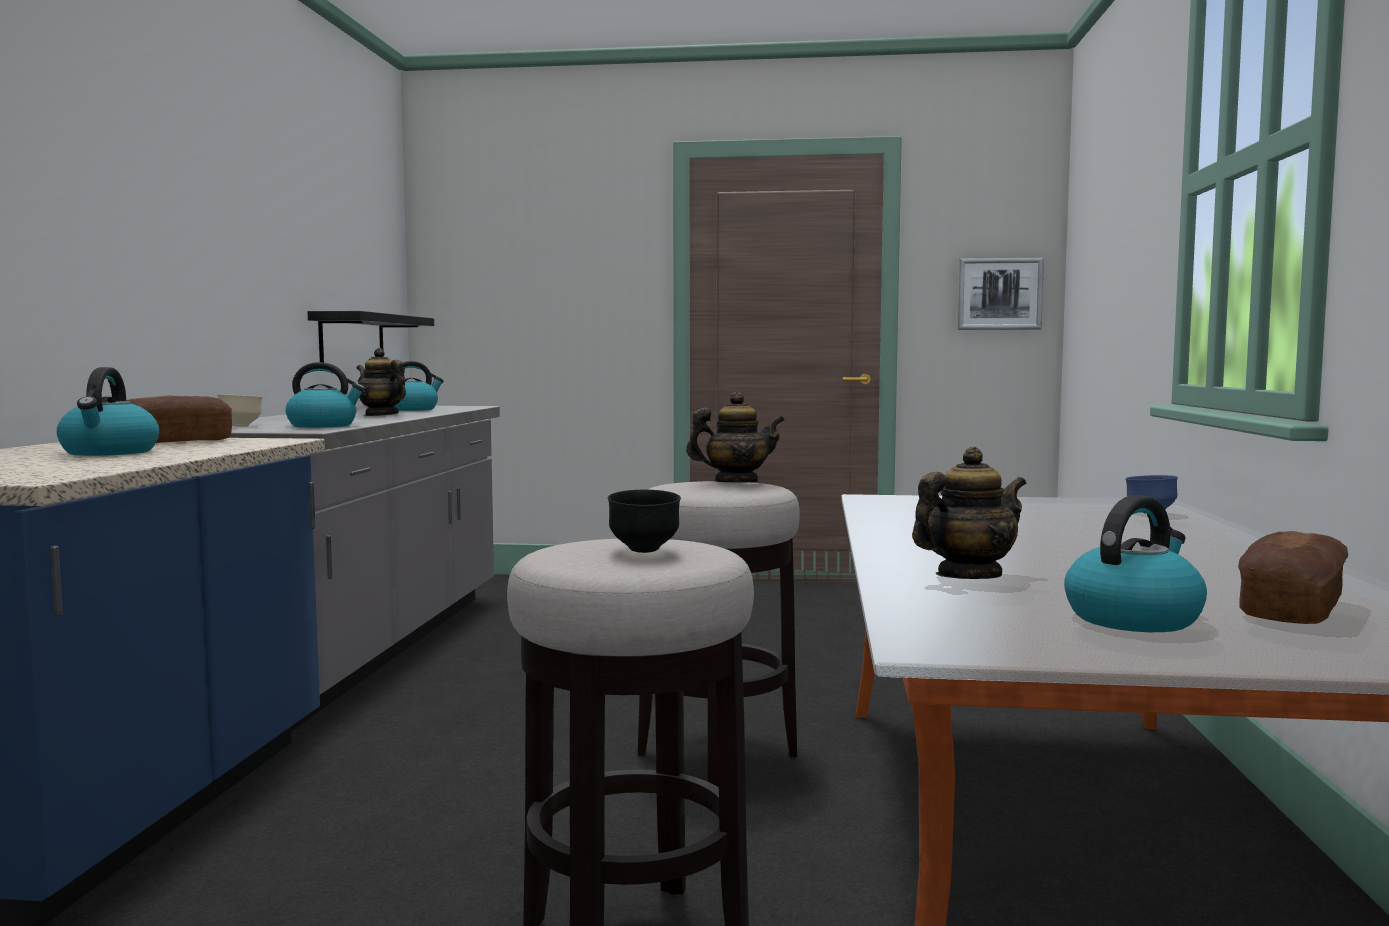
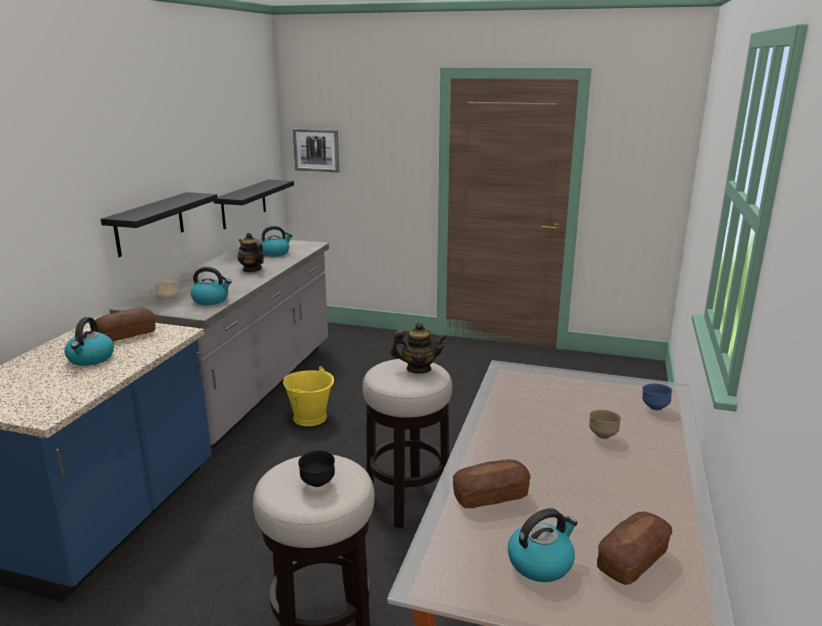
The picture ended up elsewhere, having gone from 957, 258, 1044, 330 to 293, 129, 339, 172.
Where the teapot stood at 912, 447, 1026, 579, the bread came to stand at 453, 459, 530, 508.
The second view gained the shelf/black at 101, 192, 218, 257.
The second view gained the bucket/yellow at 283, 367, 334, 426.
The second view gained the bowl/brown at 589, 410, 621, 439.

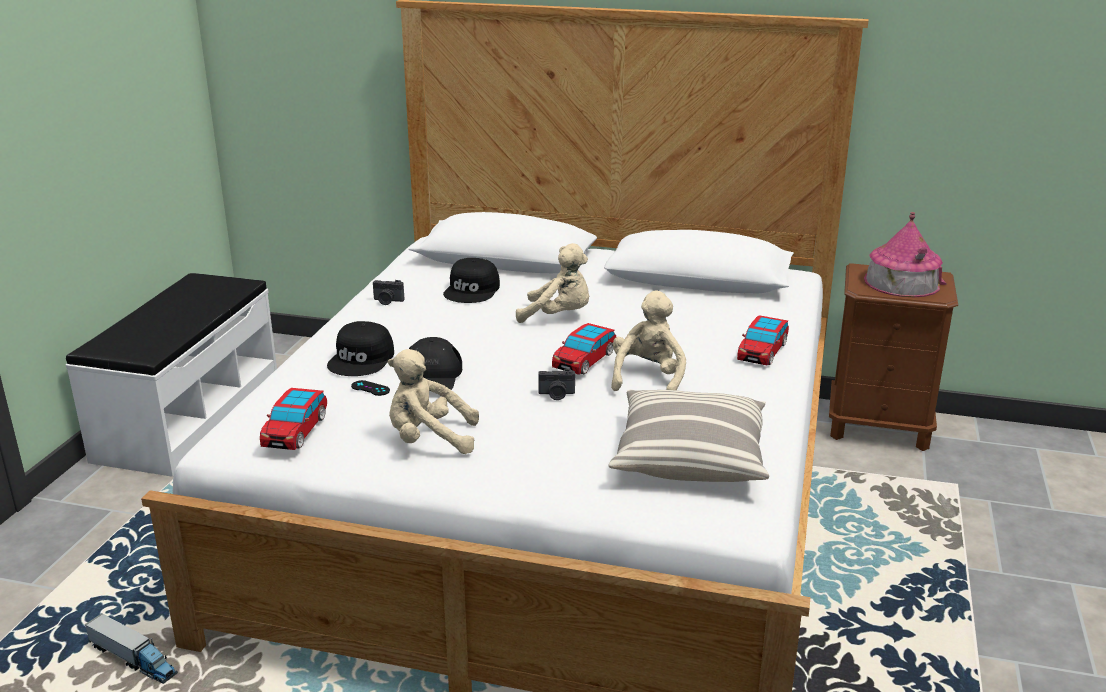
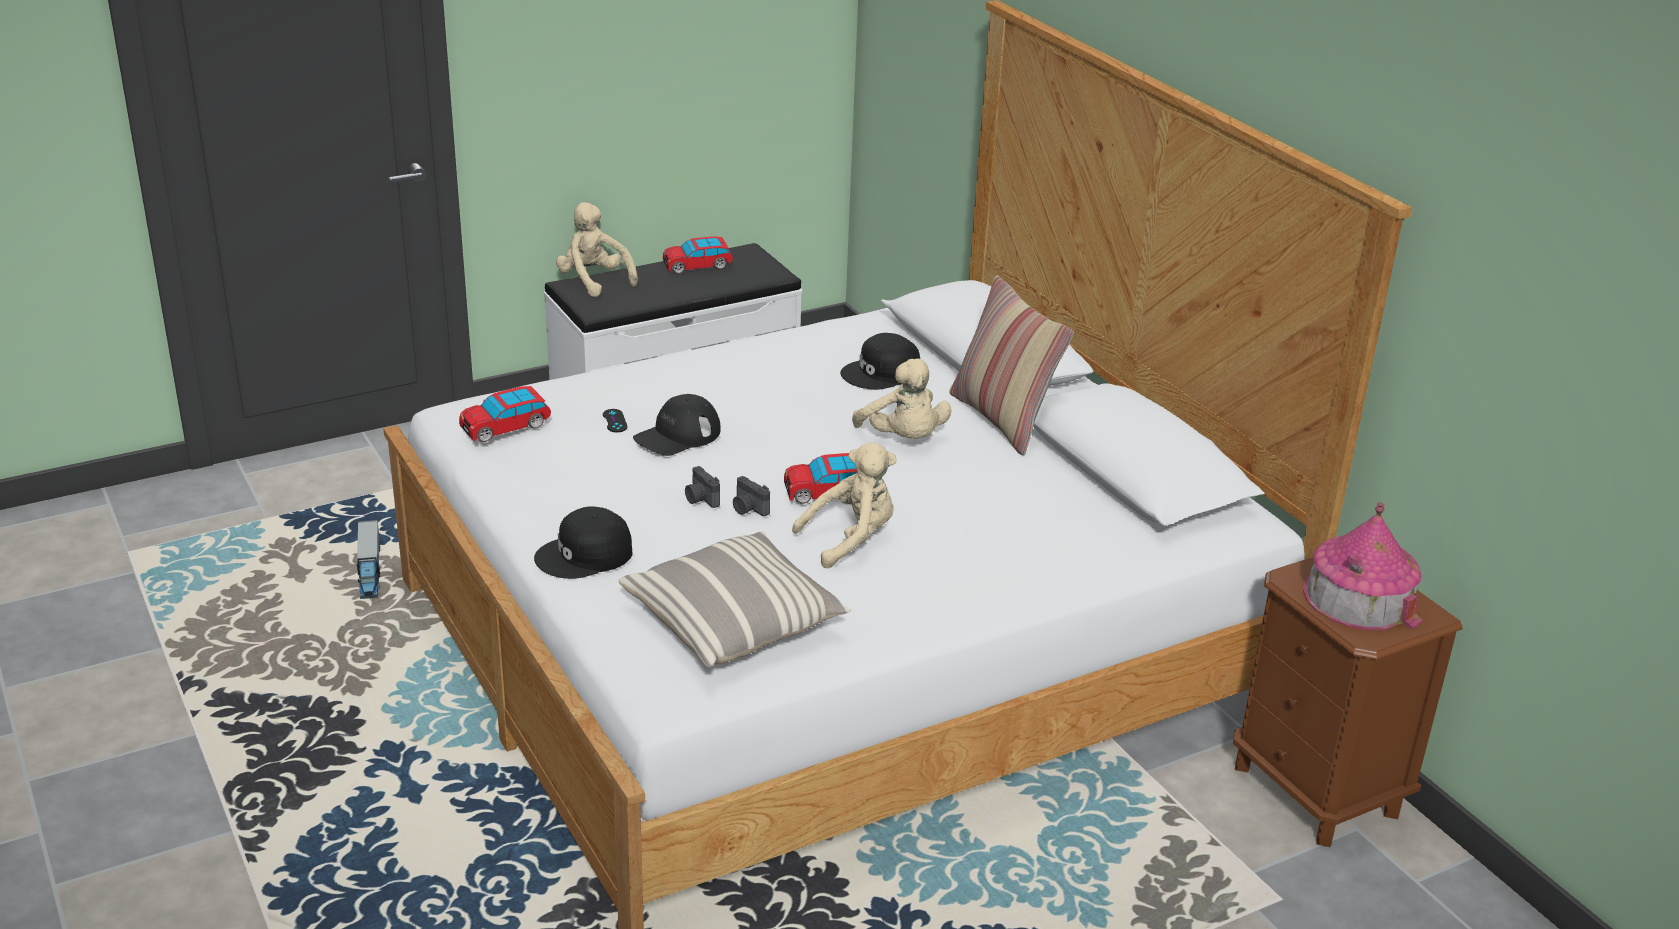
The photo camera ended up elsewhere, having gone from 373, 280, 404, 305 to 685, 466, 720, 508.
The toy car ended up elsewhere, having gone from 737, 315, 789, 366 to 663, 236, 733, 274.
The cap/black ended up elsewhere, having gone from 327, 321, 394, 376 to 534, 506, 632, 579.
The plush toy/beige ended up elsewhere, having gone from 388, 349, 479, 454 to 556, 202, 638, 297.
The second view gained the pillow at 949, 275, 1074, 455.

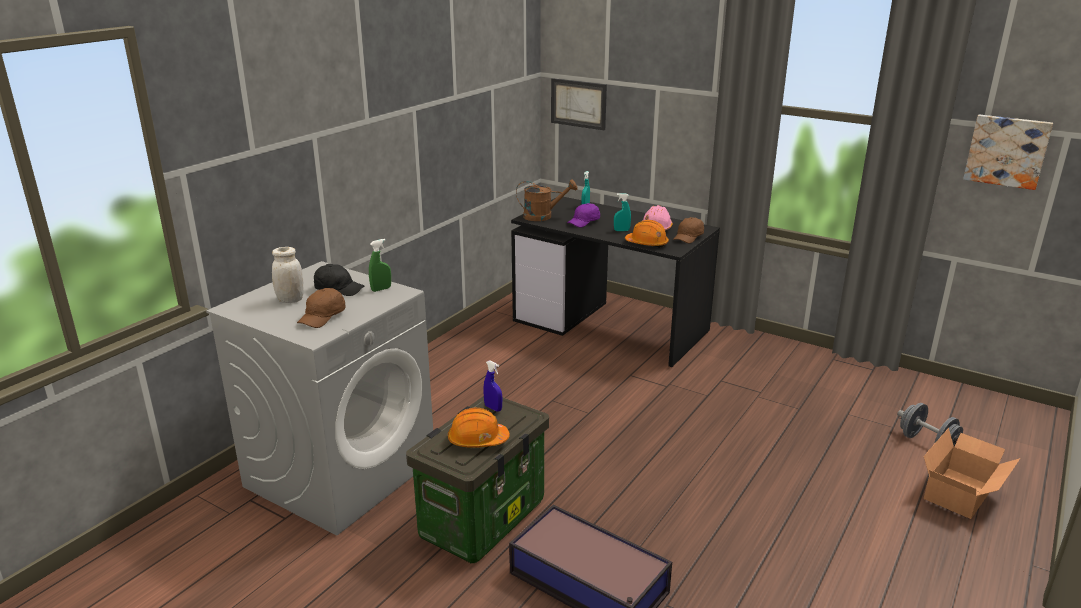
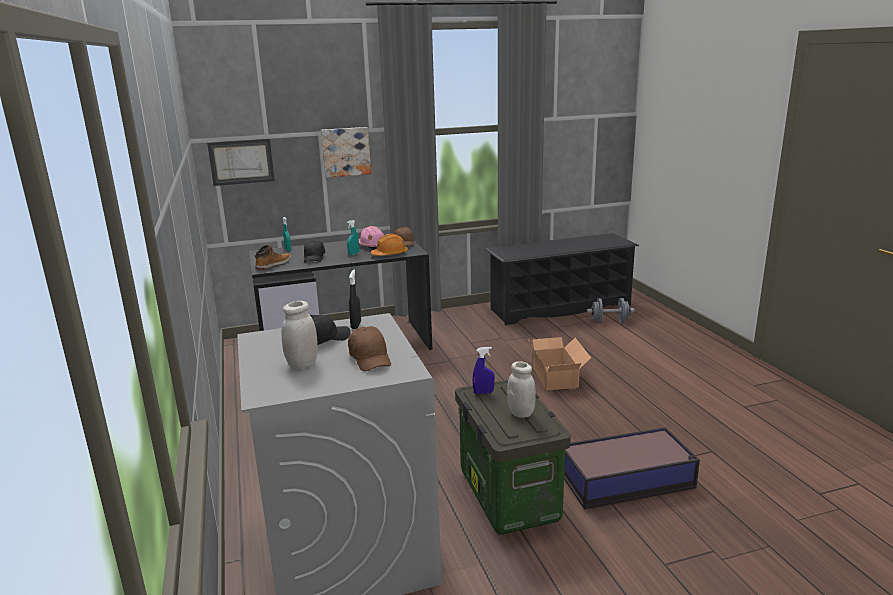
The picture ended up elsewhere, having gone from 963, 115, 1053, 190 to 321, 127, 371, 178.
Where the watering can/brown stood at 516, 180, 578, 221, the boot came to stand at 254, 245, 291, 270.
What was the cap/purple at 567, 203, 600, 228 turned into the cap/black at 304, 240, 325, 262.
What was the spray bottle/green at 369, 239, 391, 292 turned into the spray bottle/black at 349, 270, 361, 329.
Where the hard hat/orange stood at 448, 408, 510, 448, the jar/white came to stand at 507, 361, 536, 418.
The cardboard box ended up elsewhere, having gone from 923, 428, 1020, 519 to 529, 337, 591, 391.
The second view gained the shoe rack/black at 485, 233, 639, 325.

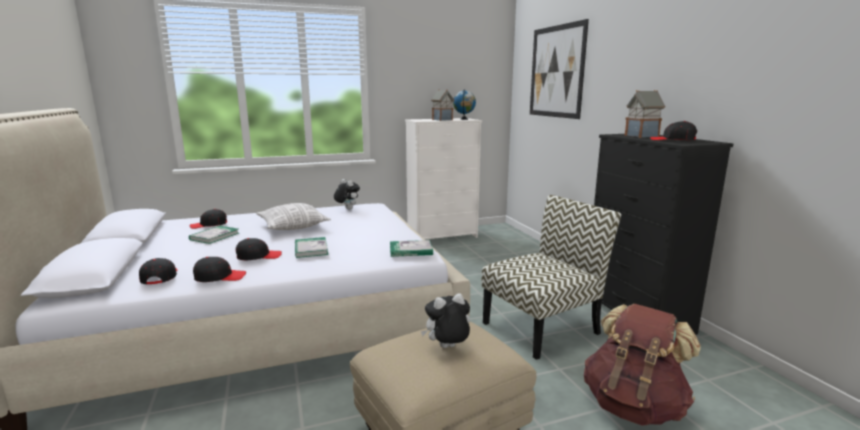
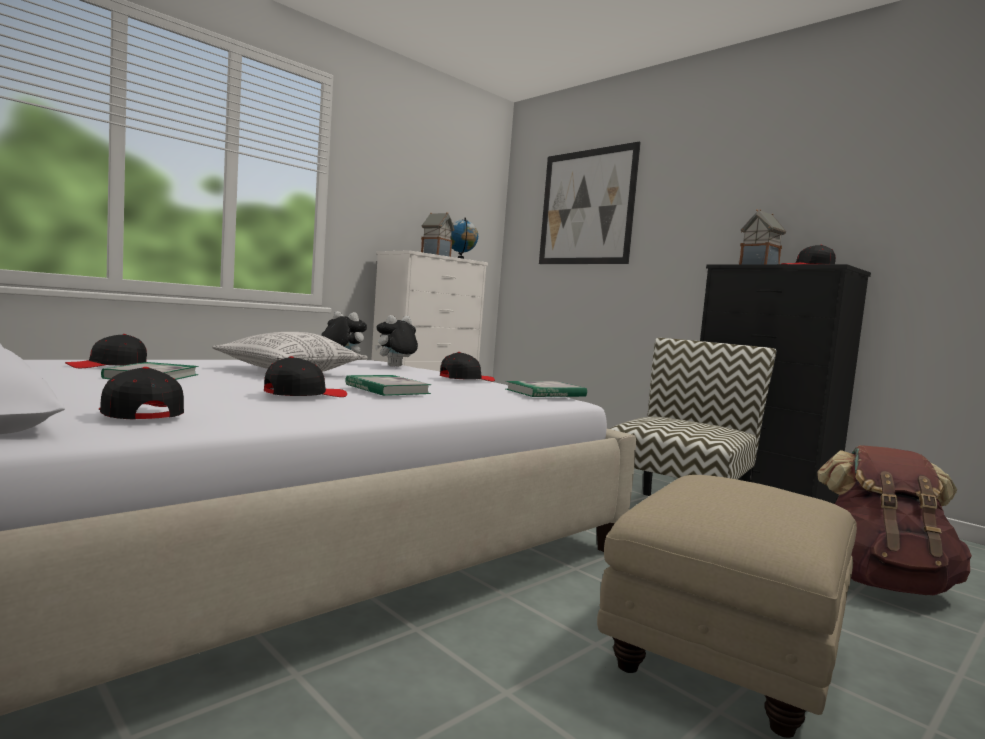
The cap/black ended up elsewhere, having gone from 193, 257, 246, 282 to 440, 352, 495, 381.
The plush toy ended up elsewhere, having gone from 421, 293, 470, 348 to 375, 315, 418, 367.

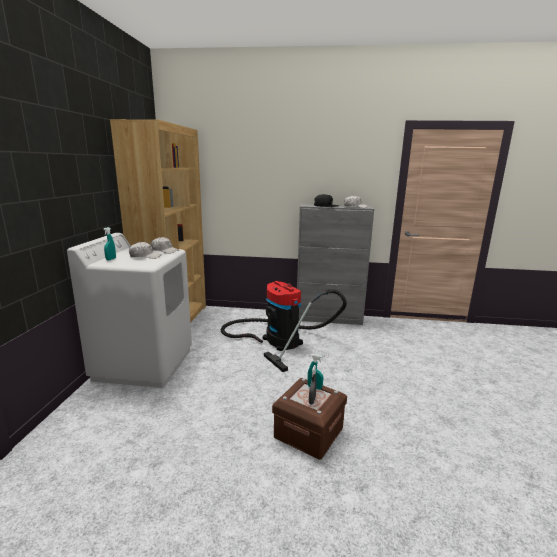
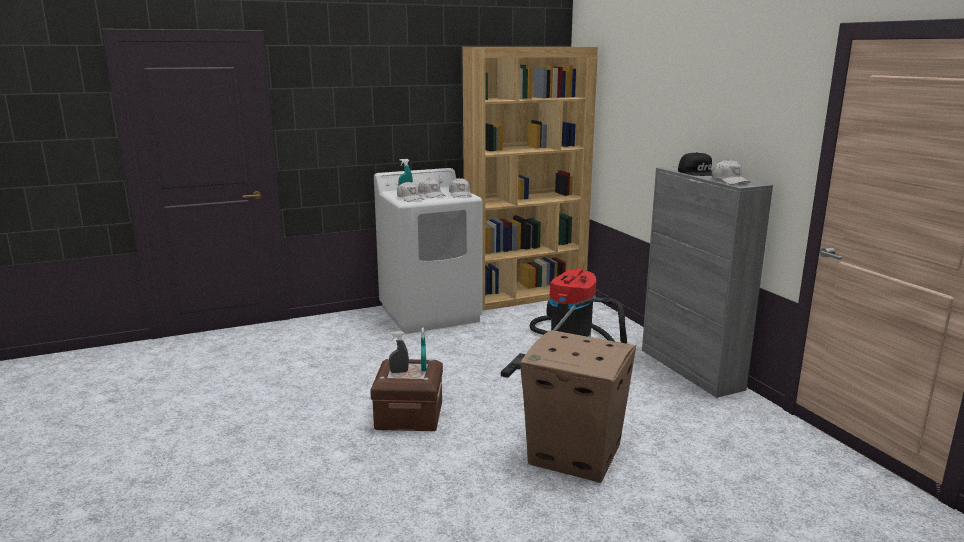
The second view gained the cap/white at 397, 181, 424, 202.
The second view gained the cardboard box at 520, 330, 636, 483.

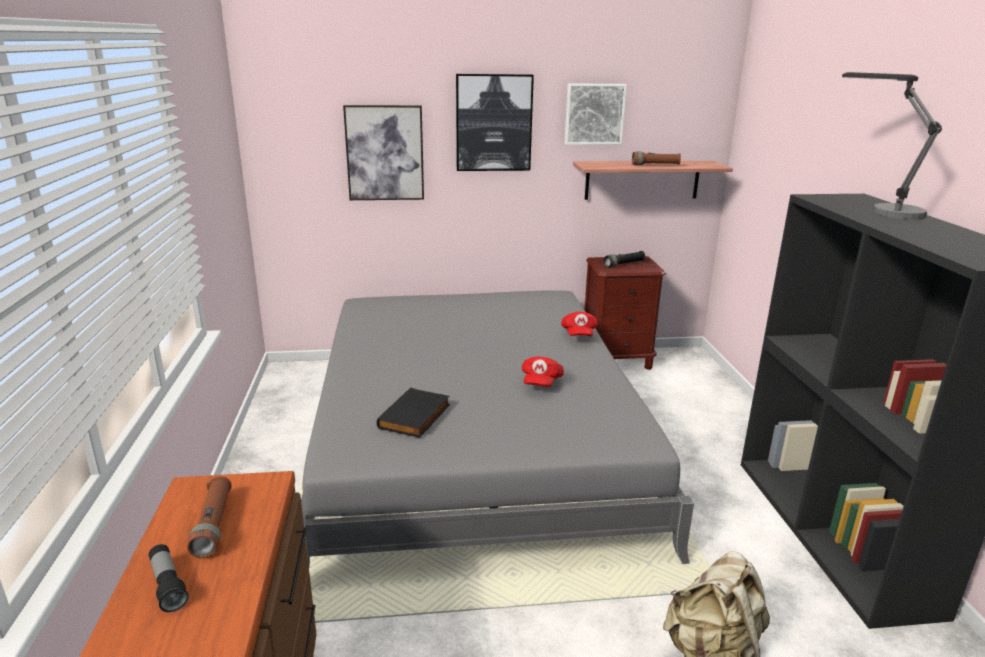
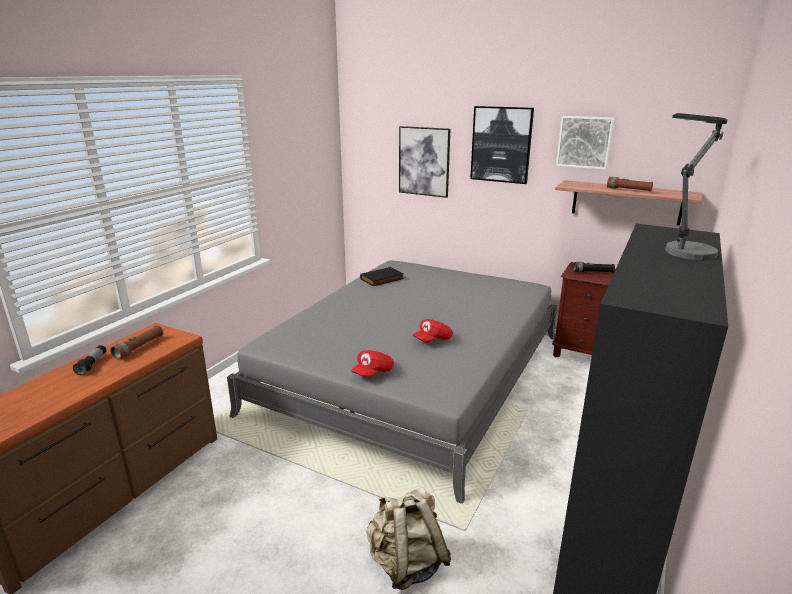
The cap/red ended up elsewhere, having gone from 561, 312, 598, 337 to 351, 350, 394, 378.
The book/black ended up elsewhere, having gone from 377, 388, 450, 438 to 360, 267, 404, 286.

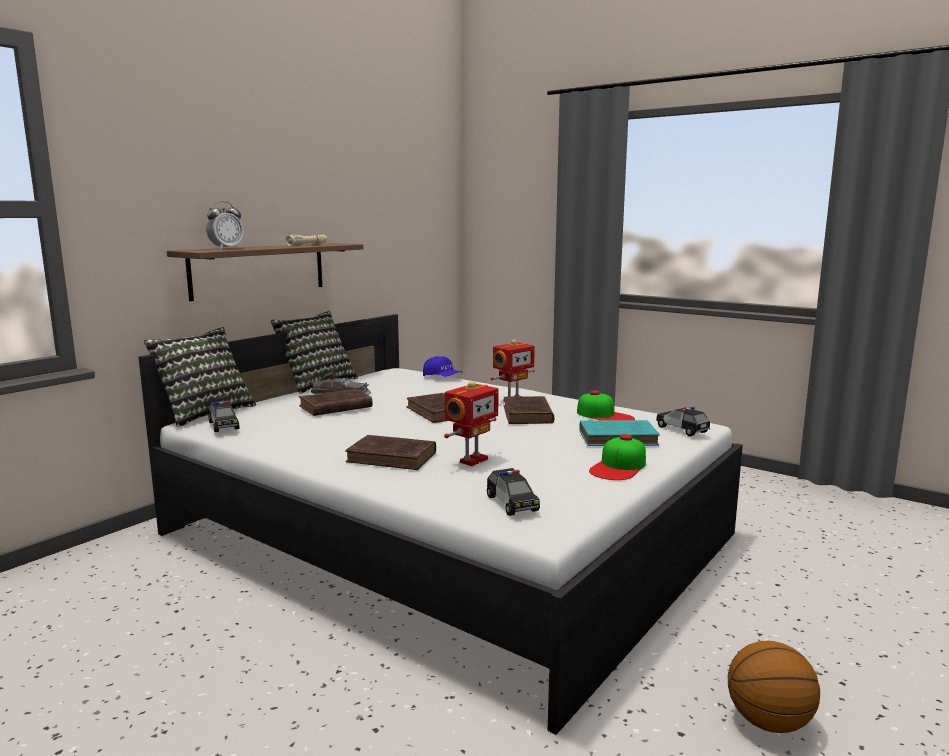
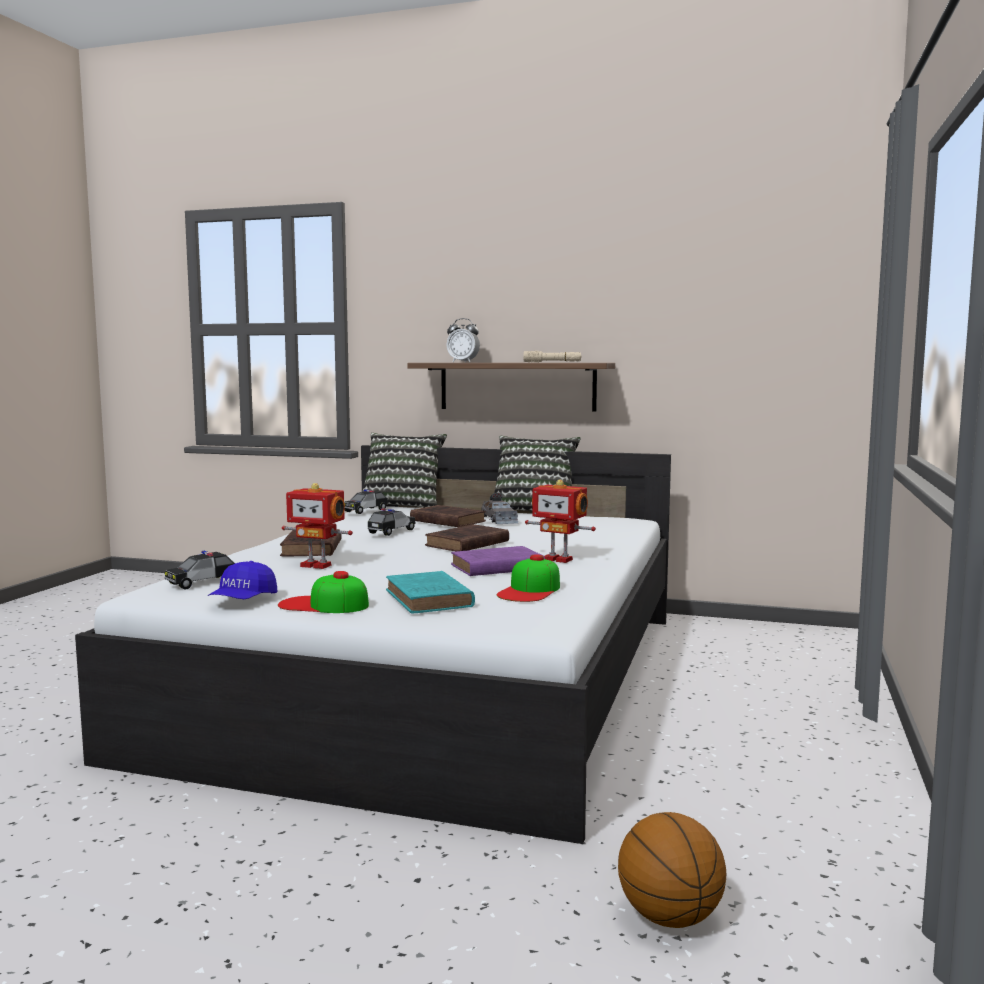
The cap/blue ended up elsewhere, having gone from 423, 356, 462, 376 to 208, 561, 278, 599.
What was the book/brown at 504, 396, 554, 424 turned into the book/purple at 451, 546, 545, 576.
The toy car ended up elsewhere, having gone from 656, 407, 710, 436 to 368, 508, 416, 536.
The basketball ended up elsewhere, having gone from 728, 641, 820, 733 to 618, 812, 726, 928.

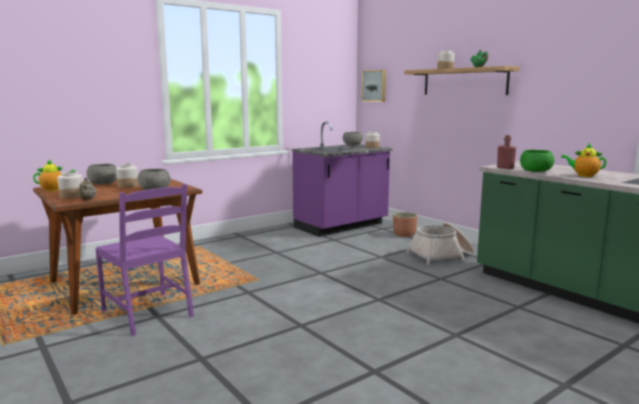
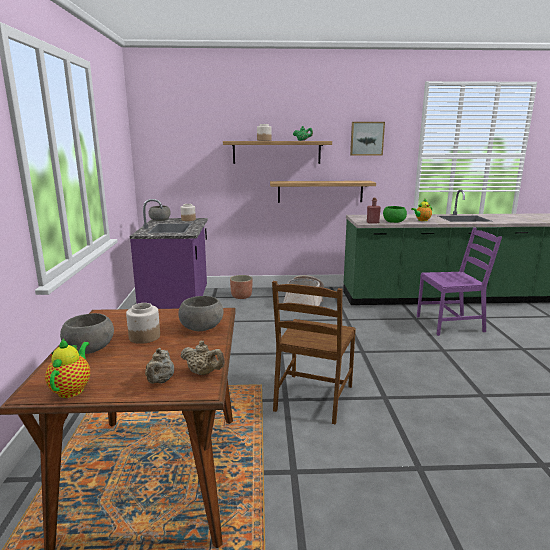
The picture ended up elsewhere, having gone from 361, 70, 386, 102 to 350, 122, 385, 156.
Where the jar stood at 57, 172, 83, 199, the teapot/beige came to stand at 145, 348, 174, 384.
The chair/purple ended up elsewhere, having gone from 95, 184, 194, 336 to 417, 228, 502, 336.
The second view gained the shelf at 270, 181, 376, 203.
The second view gained the chair/brown at 272, 281, 356, 425.

